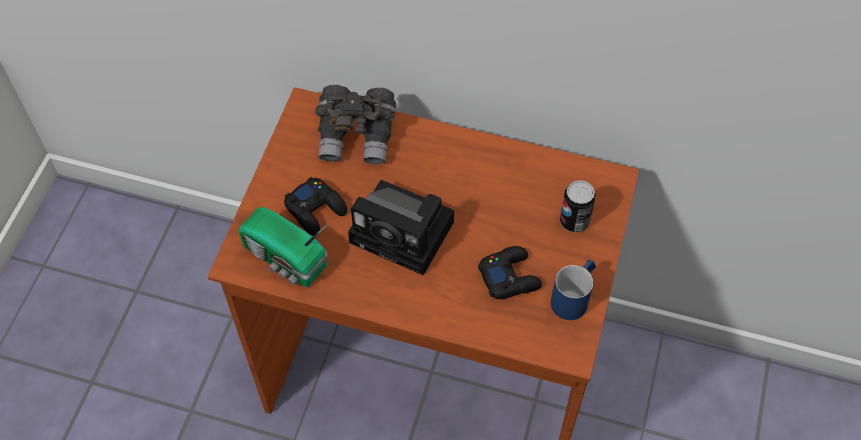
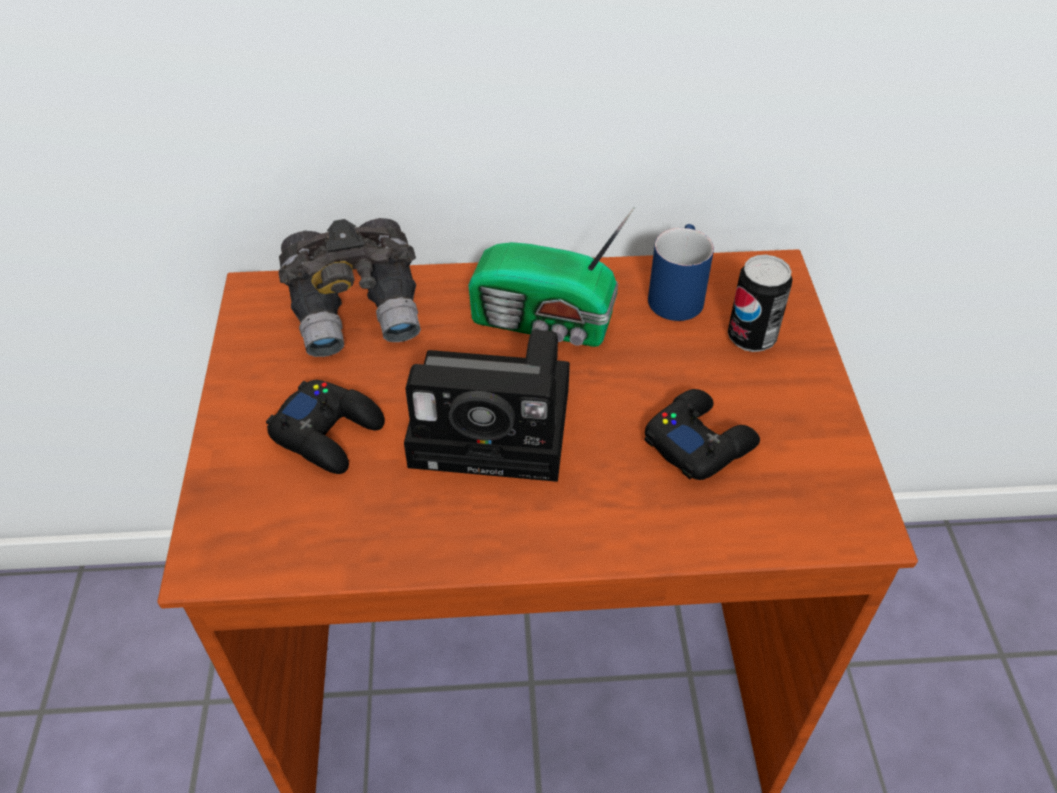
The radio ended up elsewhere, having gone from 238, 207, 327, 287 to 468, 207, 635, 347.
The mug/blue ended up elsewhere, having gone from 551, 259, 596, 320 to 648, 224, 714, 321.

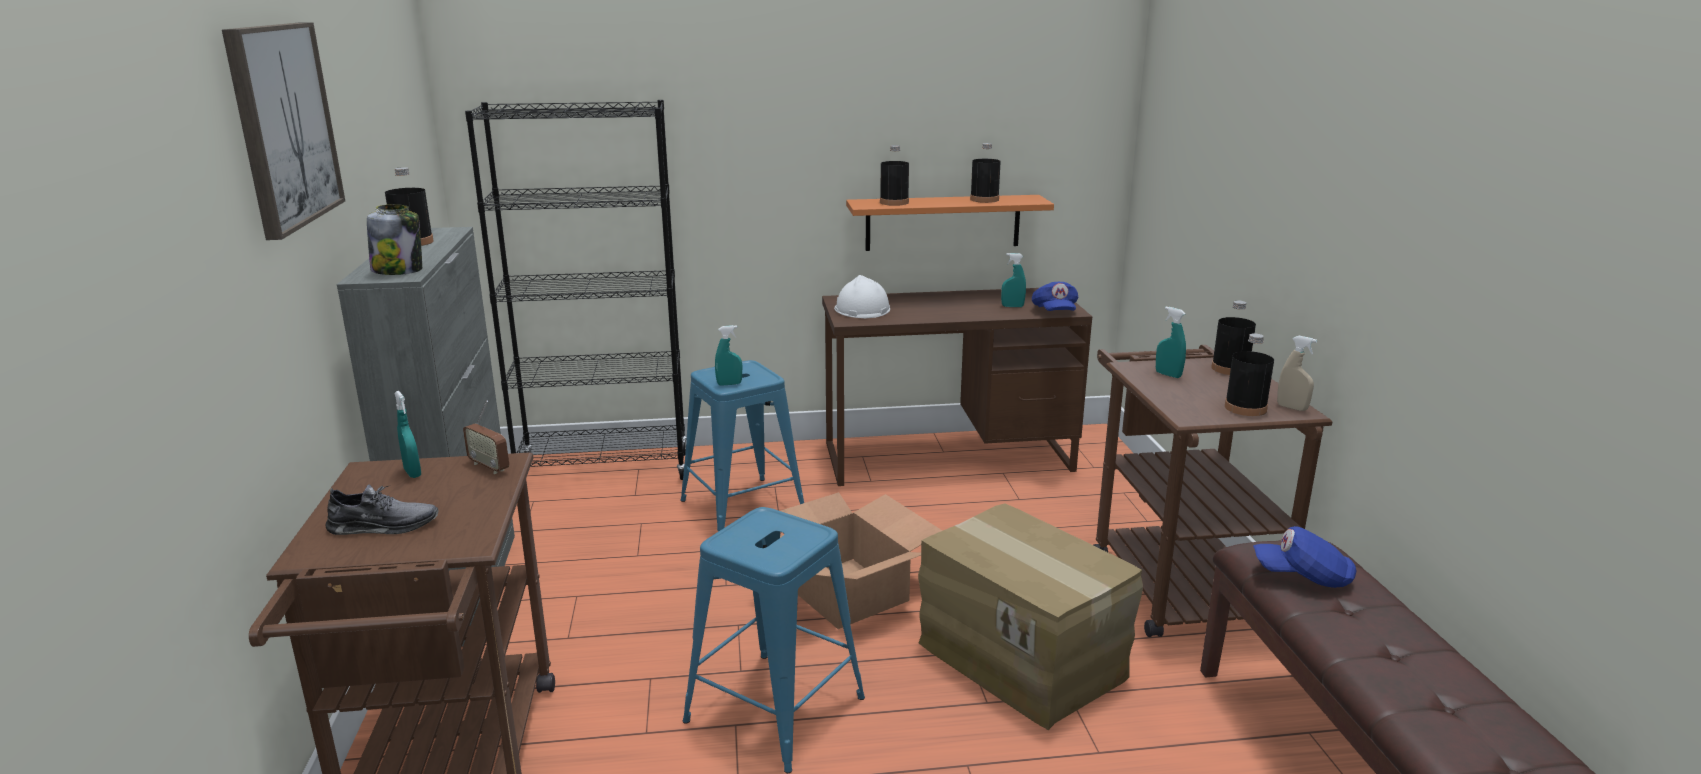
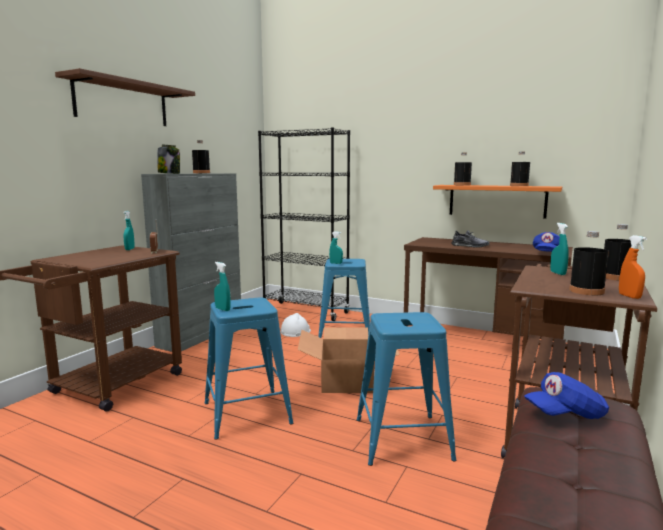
Where the picture hung at 222, 22, 345, 240, the shelf/brown came to hang at 55, 68, 195, 126.
The spray bottle/turquoise ended up elsewhere, having gone from 1001, 253, 1026, 307 to 214, 262, 231, 311.
The hard hat/white ended up elsewhere, having gone from 834, 275, 890, 318 to 280, 313, 311, 337.
What was the spray bottle/beige at 1277, 336, 1317, 411 turned into the spray bottle/orange at 619, 235, 647, 299.
The shoe/grey ended up elsewhere, having gone from 326, 484, 439, 535 to 451, 230, 489, 248.
Where the cardboard box stood at 918, 504, 1143, 730, the stool/blue came to stand at 357, 312, 456, 466.
The cap/blue at 1253, 526, 1356, 588 ended up facing another way, 60 degrees counterclockwise from before.

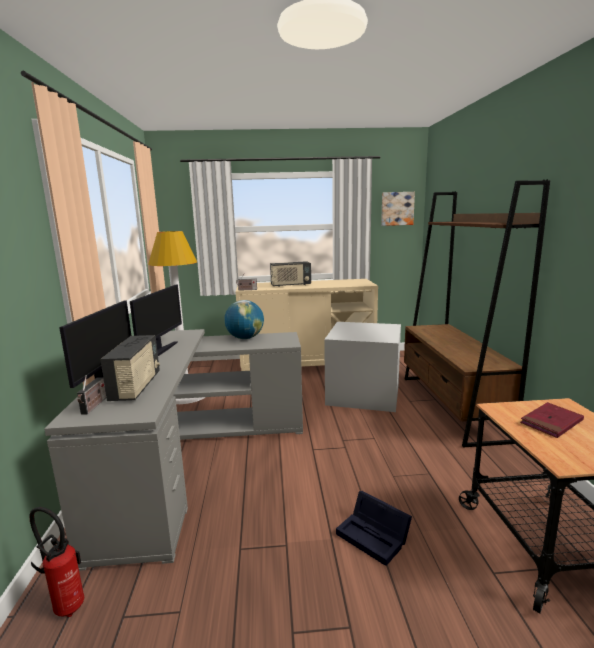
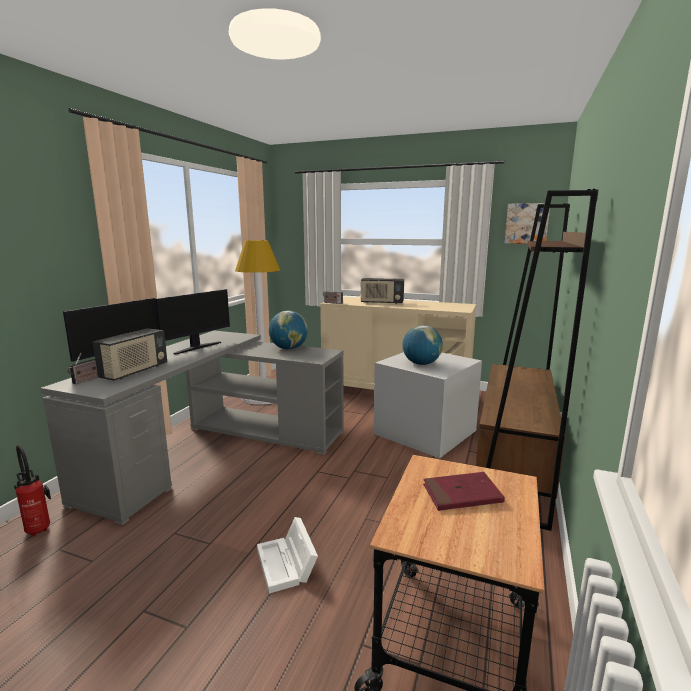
What was the storage box/black at 336, 491, 412, 566 turned into the storage box/white at 257, 517, 318, 594.
The second view gained the globe at 402, 325, 443, 365.

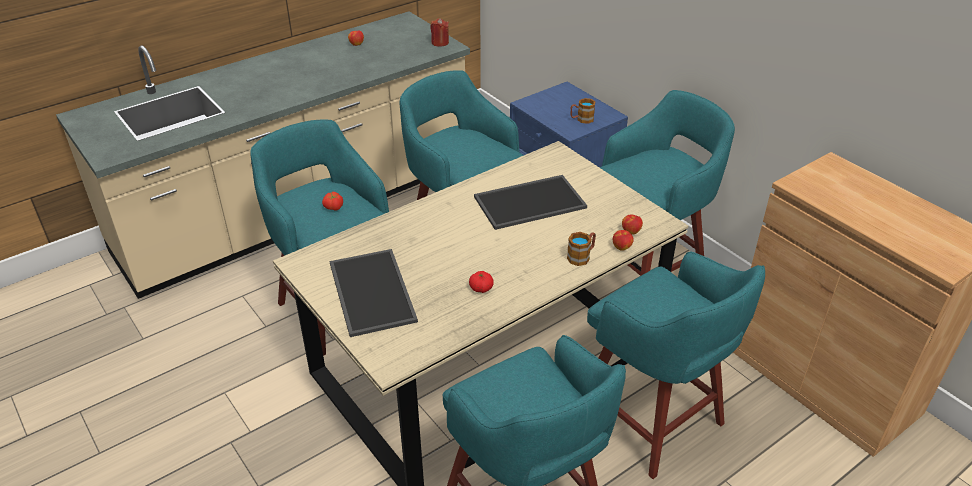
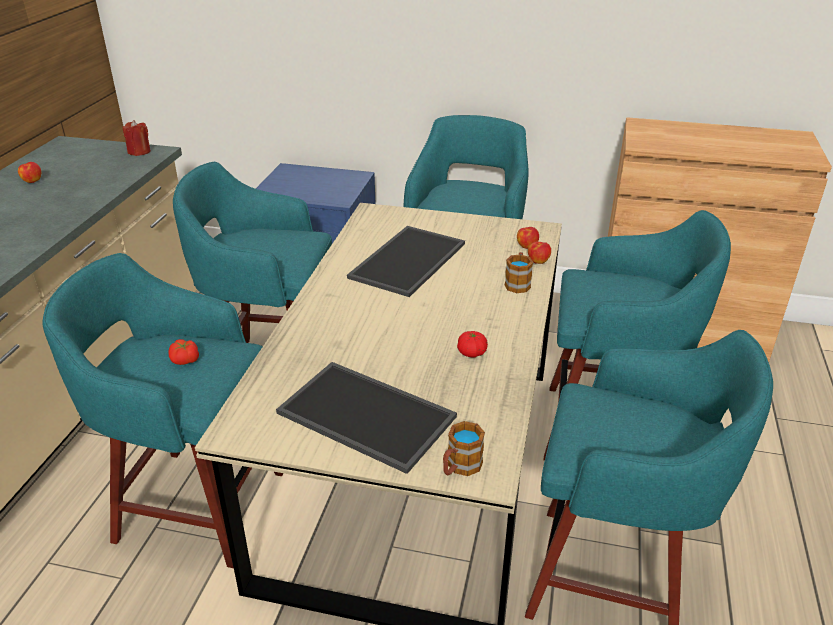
The mug ended up elsewhere, having gone from 571, 98, 595, 124 to 443, 421, 485, 476.

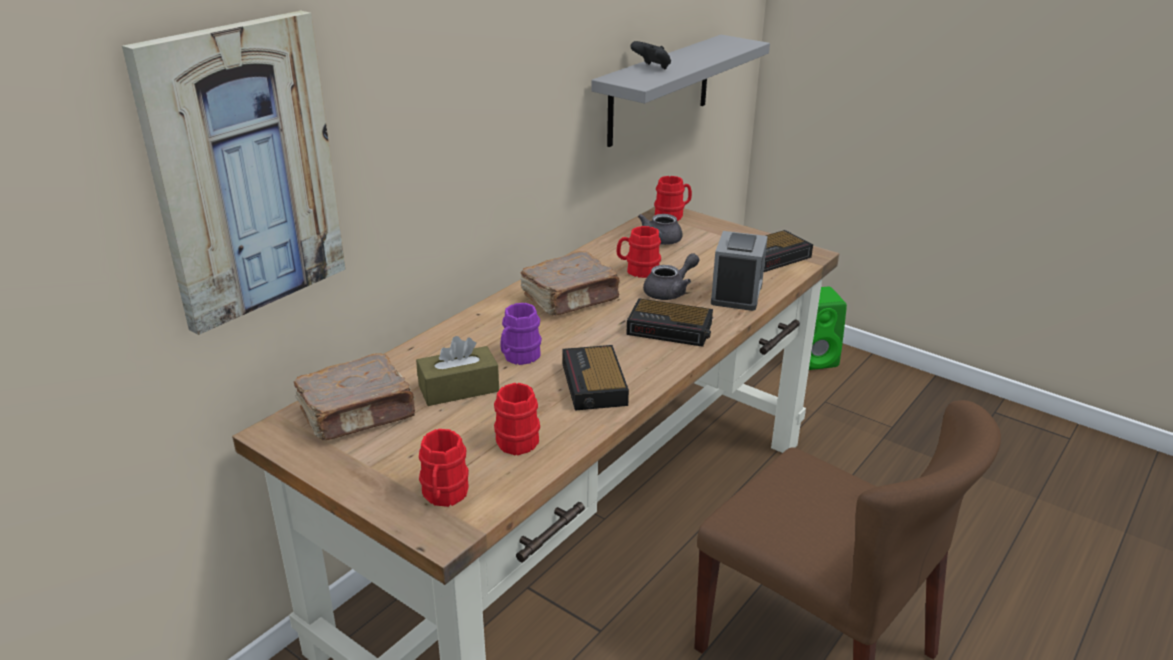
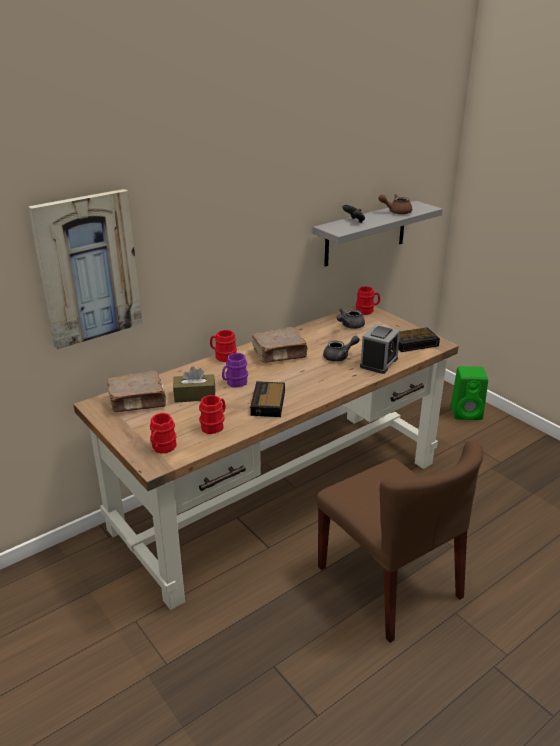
The mug/red ended up elsewhere, having gone from 616, 226, 661, 278 to 210, 330, 237, 362.
The second view lost the alarm clock at 626, 298, 713, 347.
The second view gained the teapot/brown at 378, 194, 412, 214.

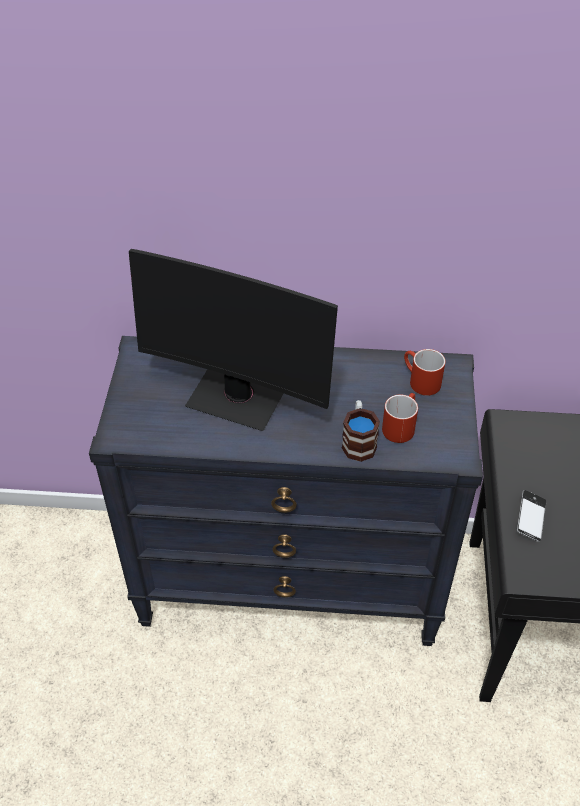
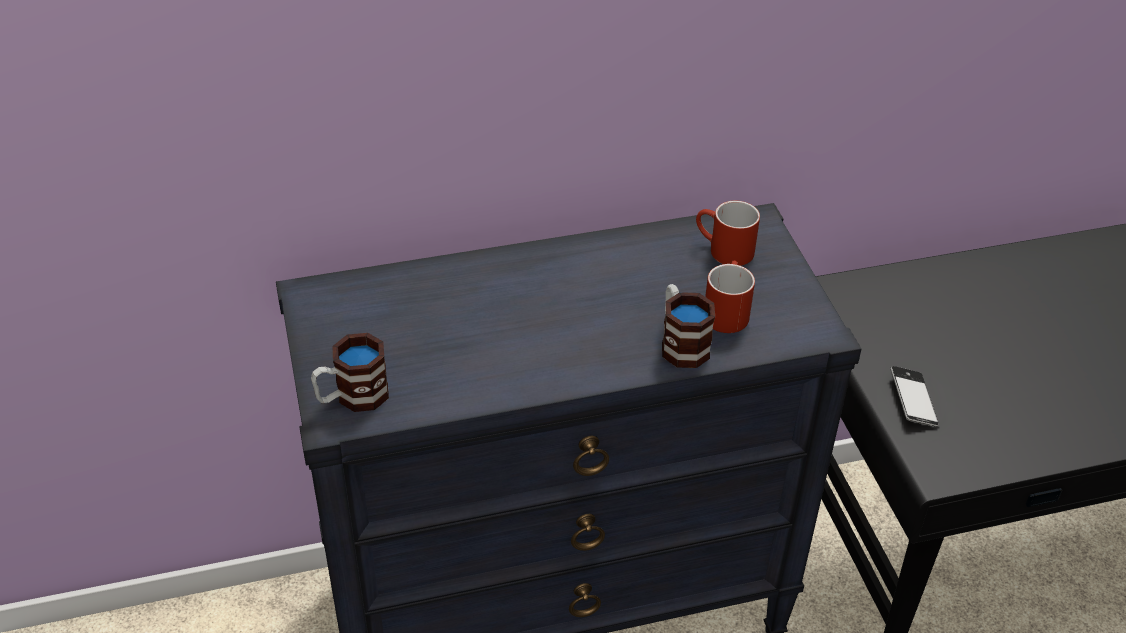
The second view lost the monitor at 129, 249, 338, 431.
The second view gained the mug at 311, 333, 389, 412.

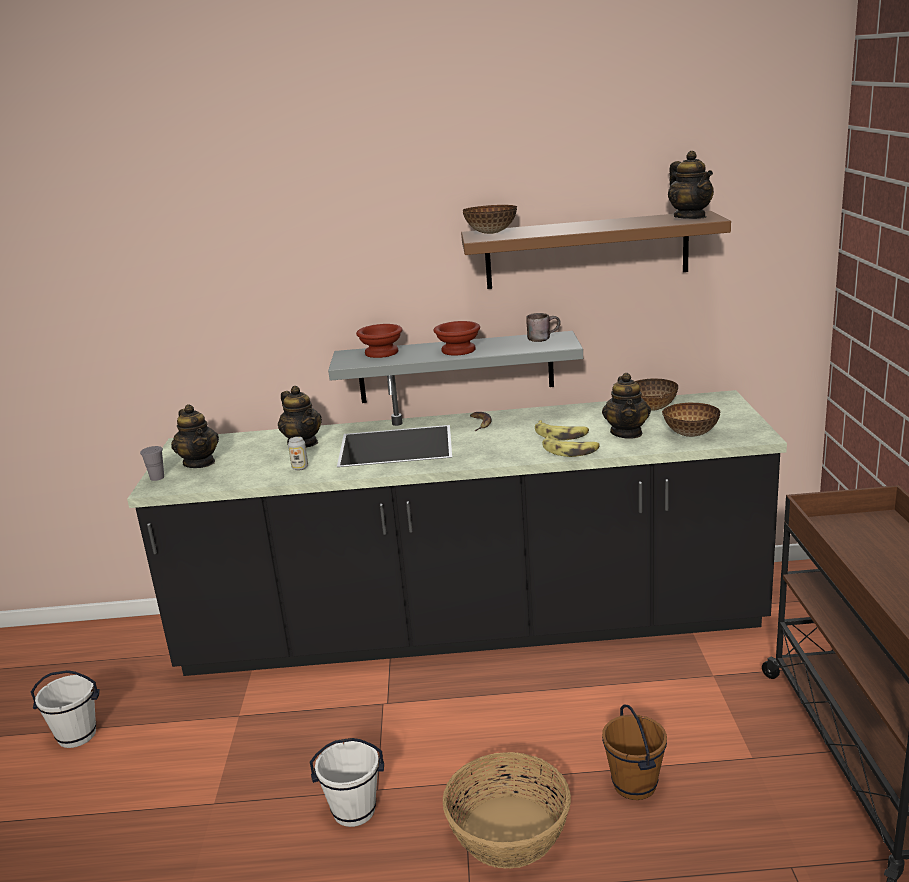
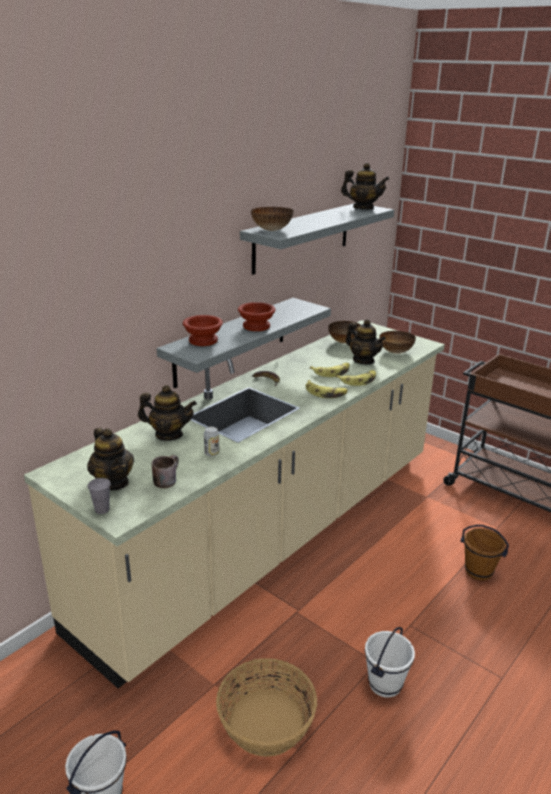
What was the shelf/brown at 461, 211, 731, 289 turned into the shelf/grey at 240, 204, 394, 275.
The mug/brown ended up elsewhere, having gone from 526, 313, 561, 342 to 151, 455, 179, 488.
What was the counter/black at 127, 375, 787, 676 turned into the counter/beige at 24, 320, 445, 688.
The teapot at 171, 404, 219, 468 ended up facing another way, 45 degrees clockwise from before.
The basket ended up elsewhere, having gone from 443, 752, 571, 869 to 216, 658, 317, 757.
The second view gained the banana at 306, 380, 348, 398.

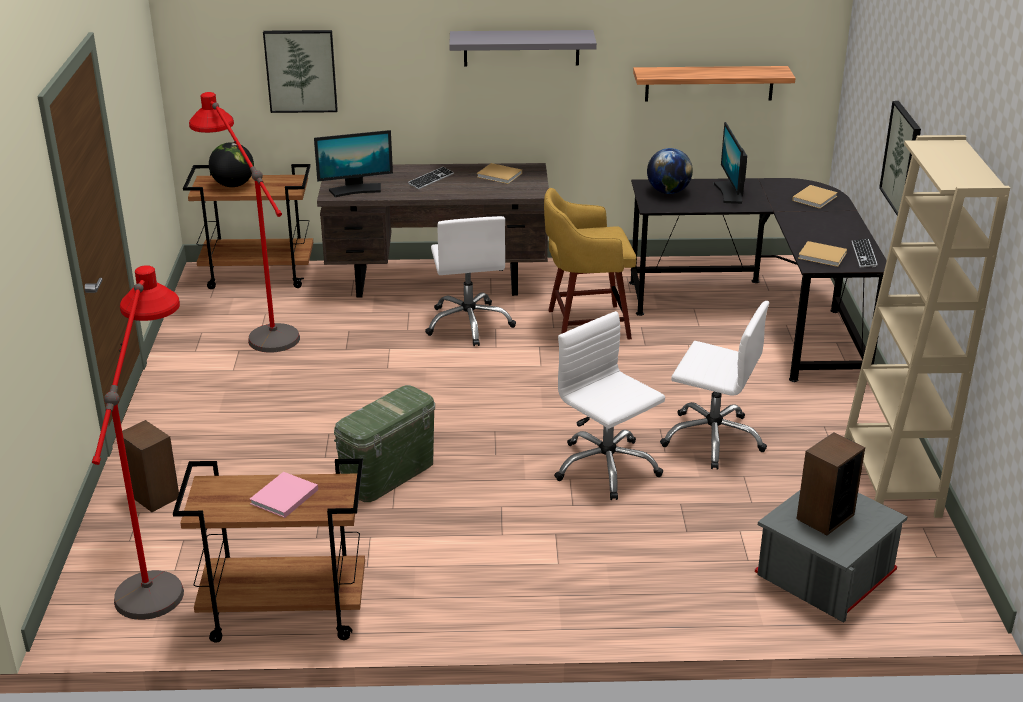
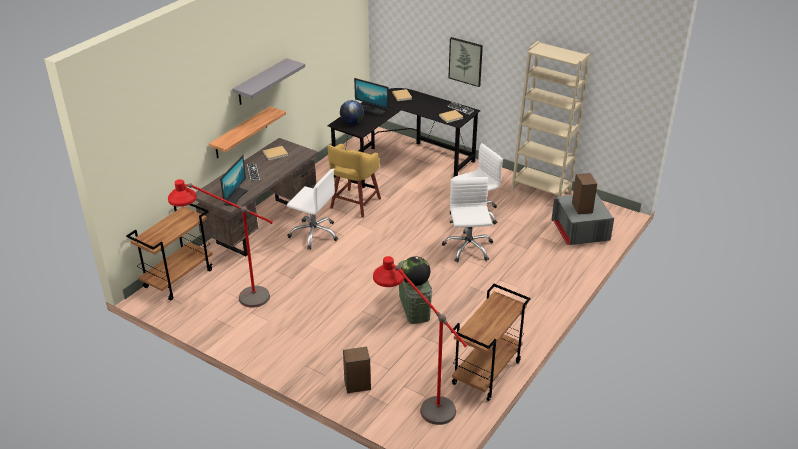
The second view lost the picture at 263, 30, 338, 113.
The shelf ended up elsewhere, having gone from 633, 66, 795, 102 to 209, 106, 286, 159.
The globe ended up elsewhere, having gone from 209, 142, 254, 187 to 401, 257, 430, 286.
The office chair/white at 554, 311, 665, 500 ended up facing another way, 90 degrees clockwise from before.
The second view lost the book/pink at 250, 472, 318, 518.

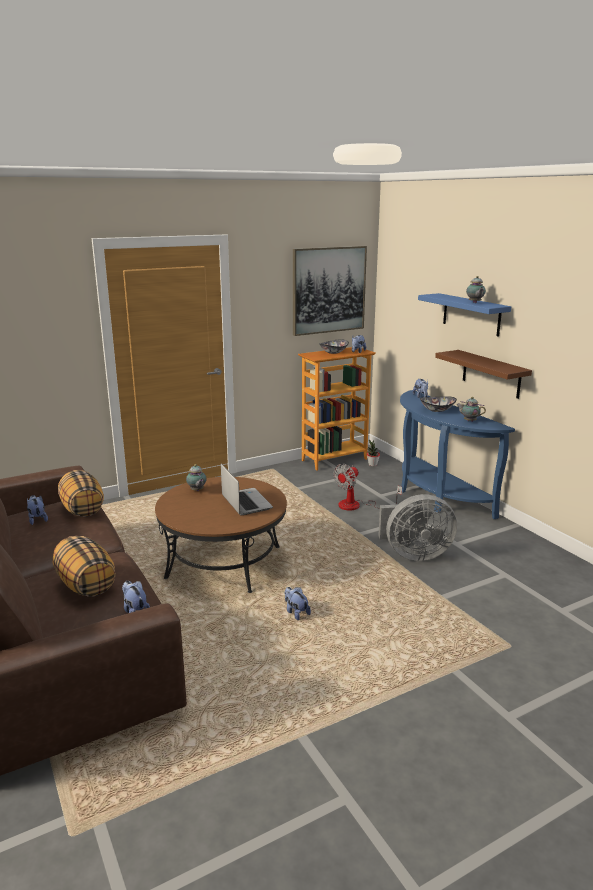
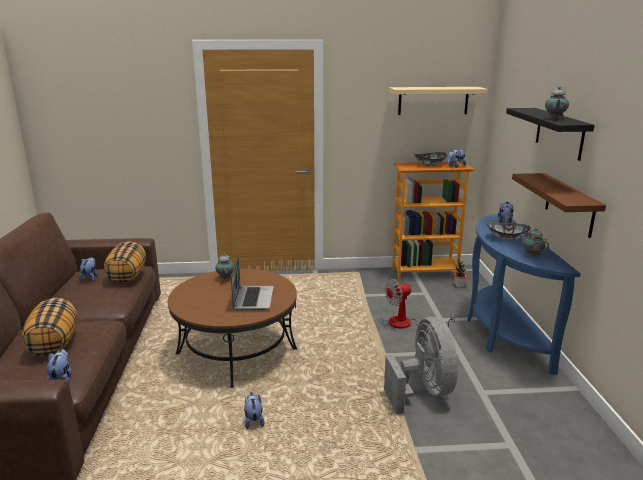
Where the picture hung at 293, 246, 367, 336, the shelf/beige came to hang at 389, 87, 488, 115.
What was the shelf/blue at 418, 293, 511, 337 turned into the shelf/black at 506, 108, 595, 161.
The fan/grey at 378, 494, 457, 561 ended up facing another way, 120 degrees counterclockwise from before.

